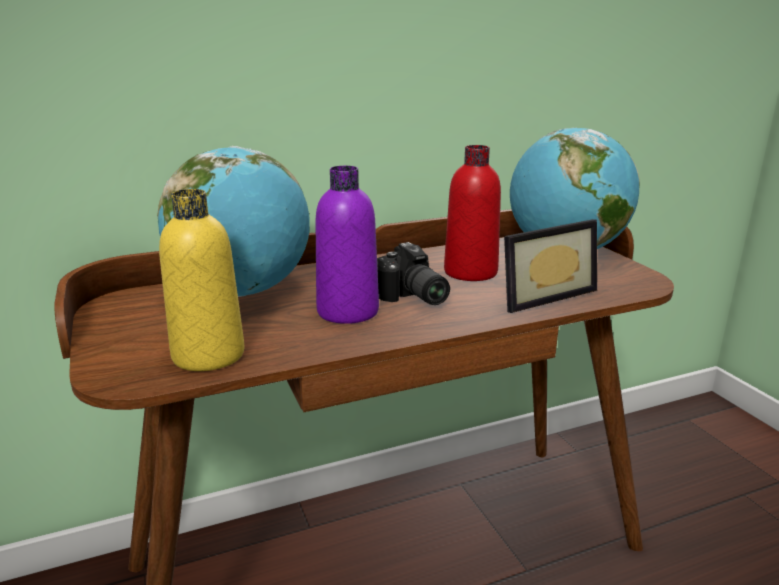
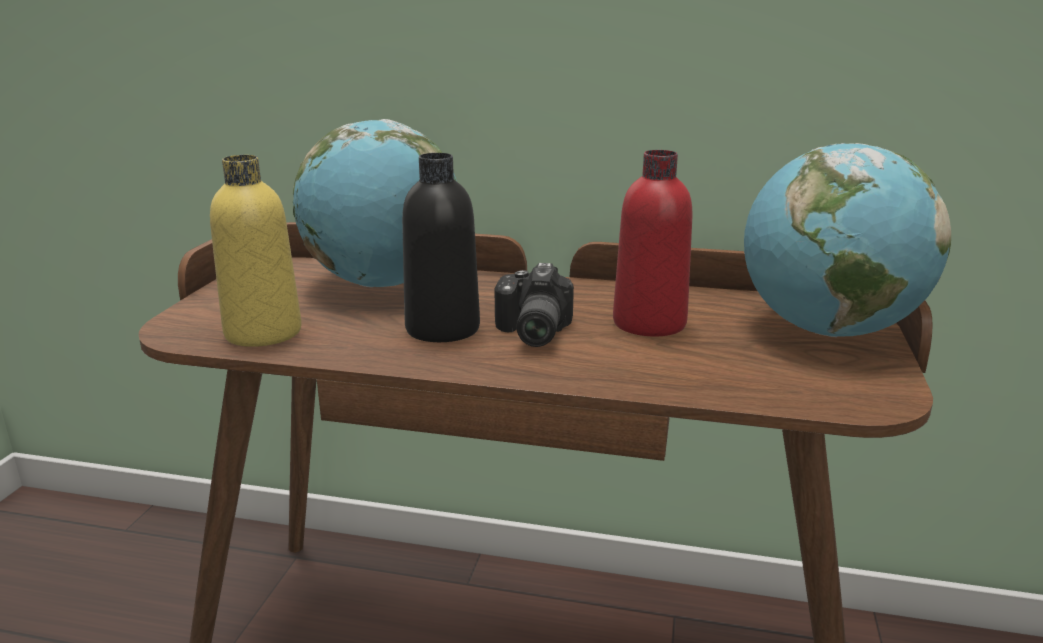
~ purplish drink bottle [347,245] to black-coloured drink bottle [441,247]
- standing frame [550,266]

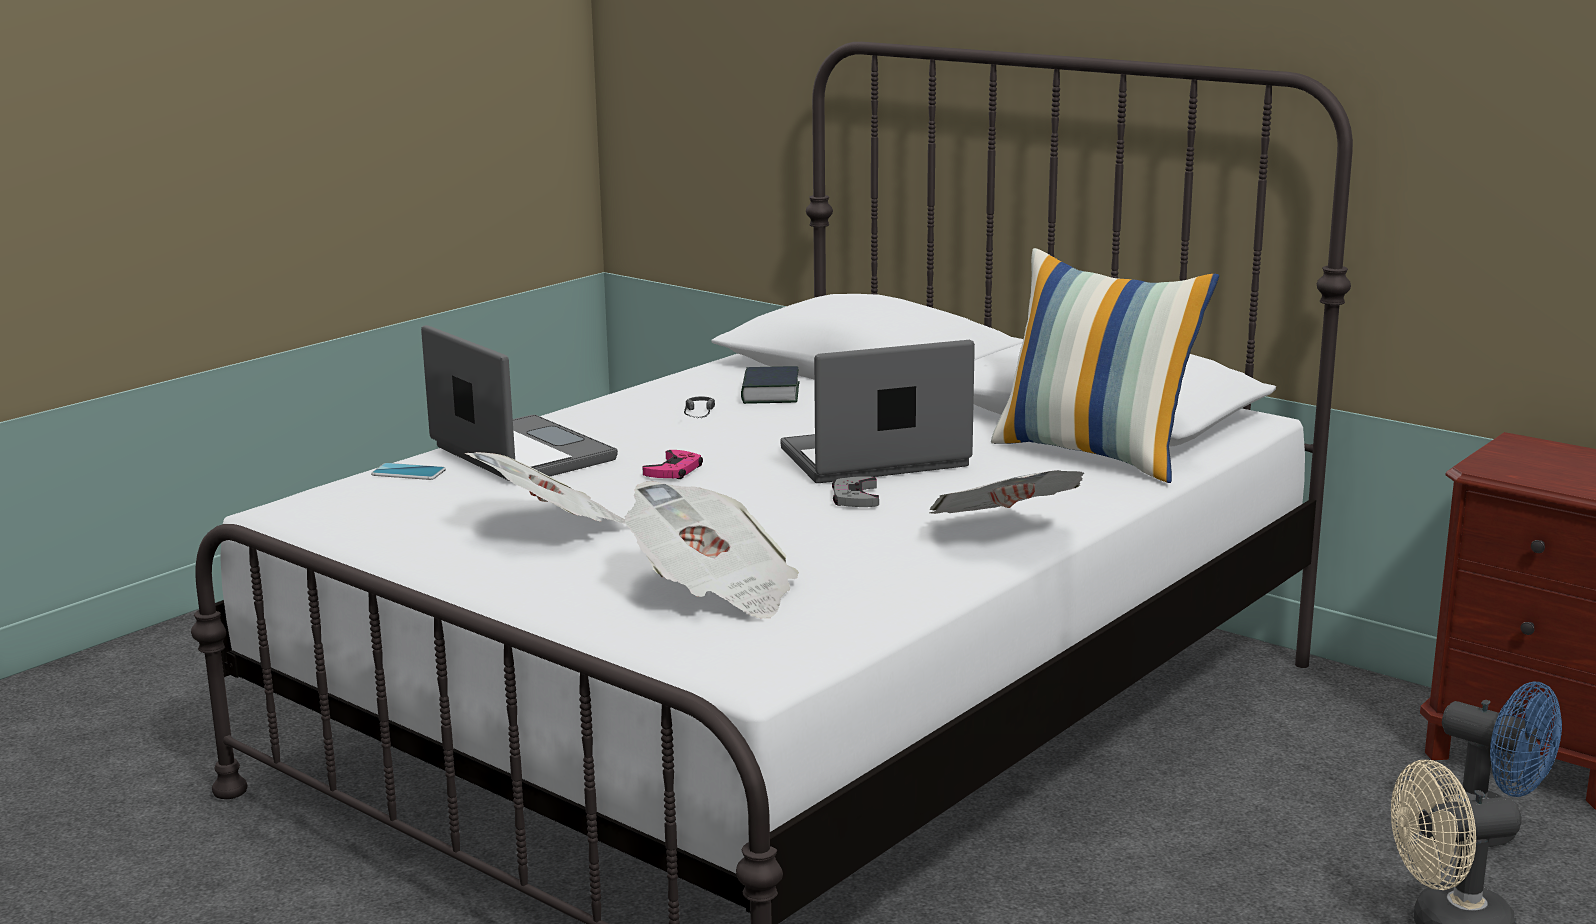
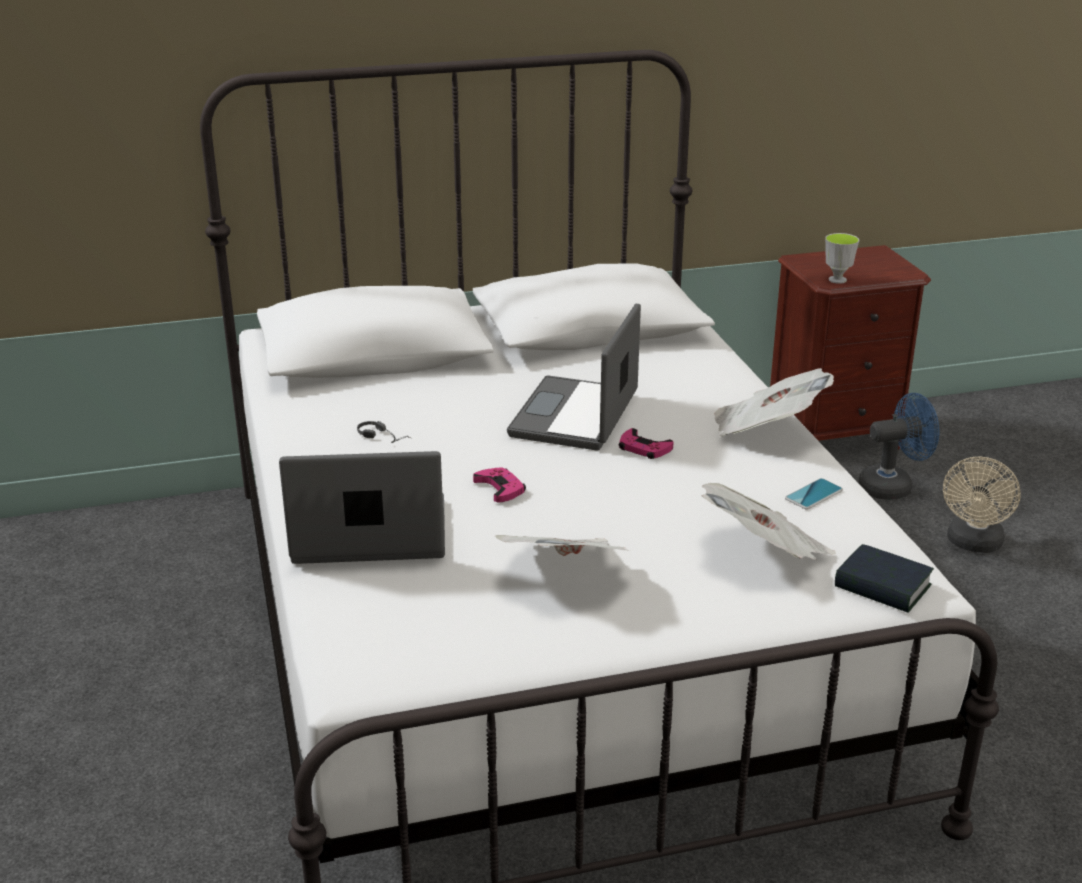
~ handset [408,471] to [814,494]
~ bound book [770,385] to [884,578]
~ greyish joypad [855,491] to pink joypad [646,443]
- cushion [1105,365]
+ small cup [842,258]

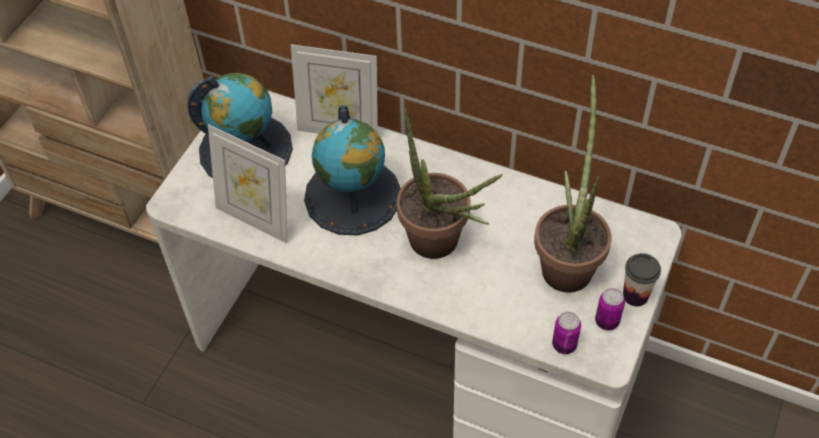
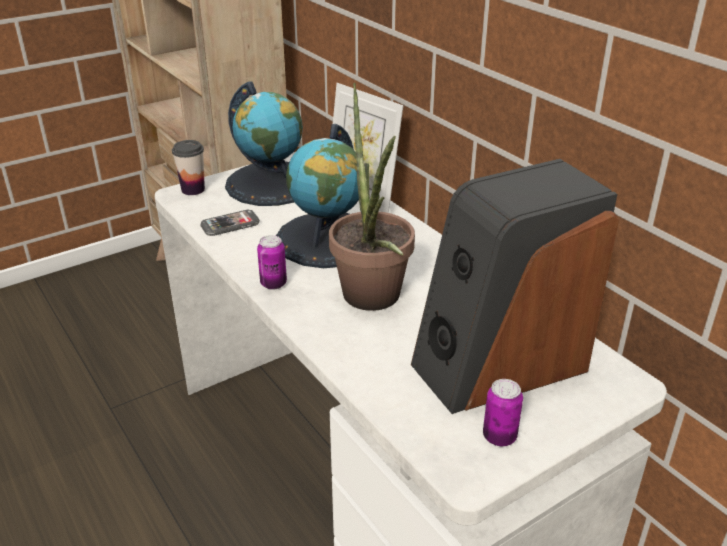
~ standing frame [248,183] to handset [230,223]
~ plant in a pot [573,184] to speaker [515,286]
~ metal can [566,333] to [272,262]
~ small cup [642,279] to [188,167]

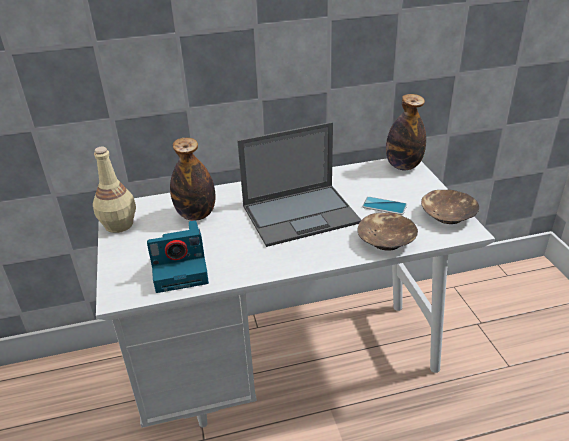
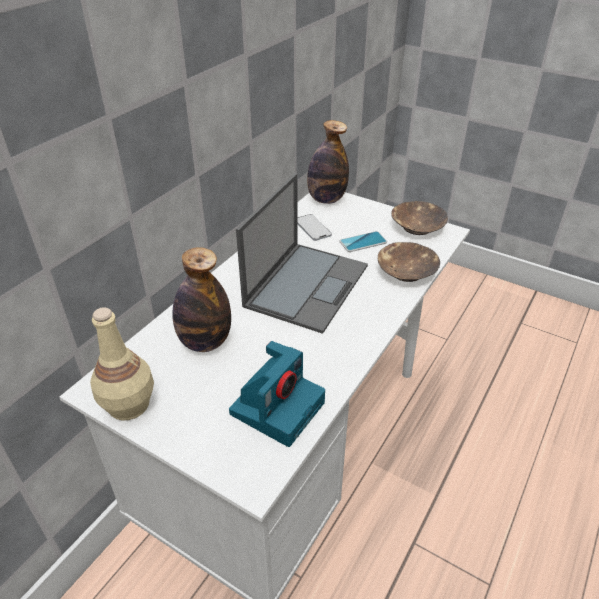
+ handset [314,227]

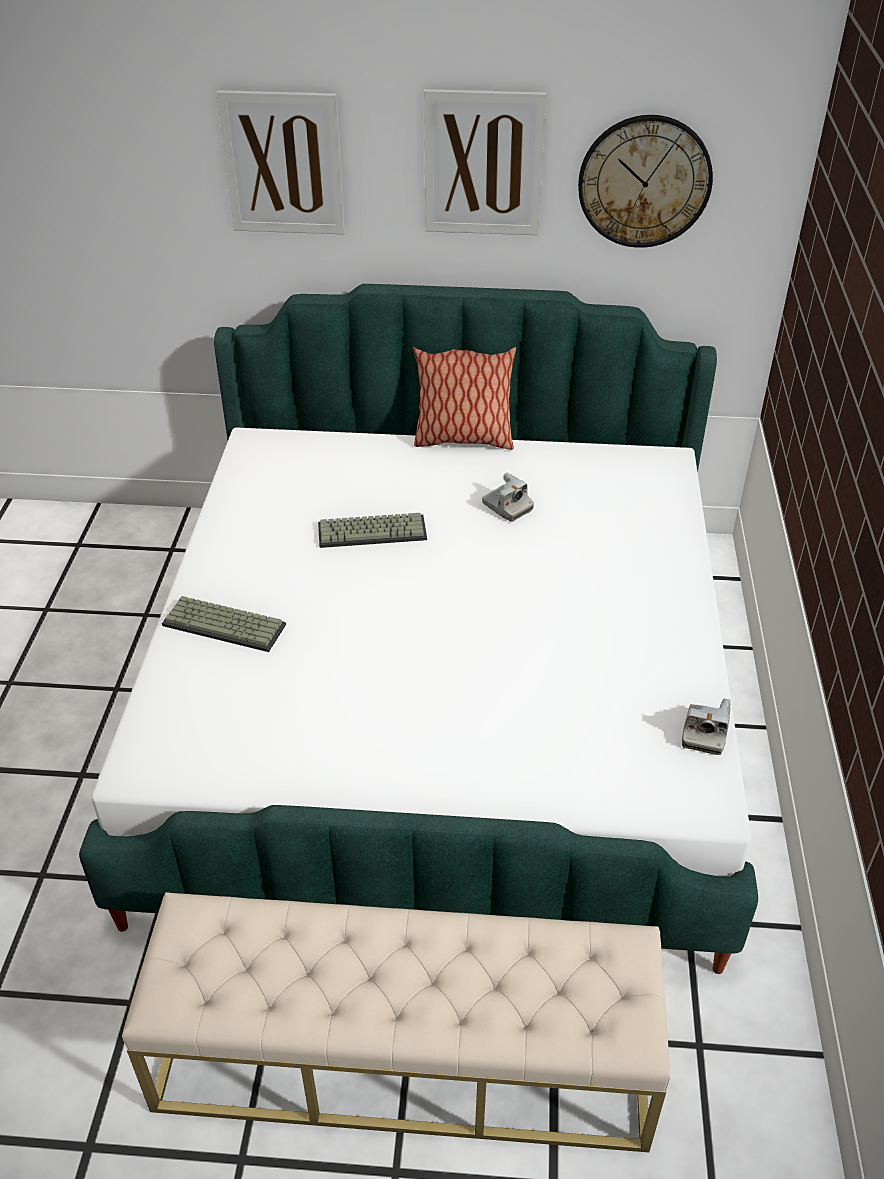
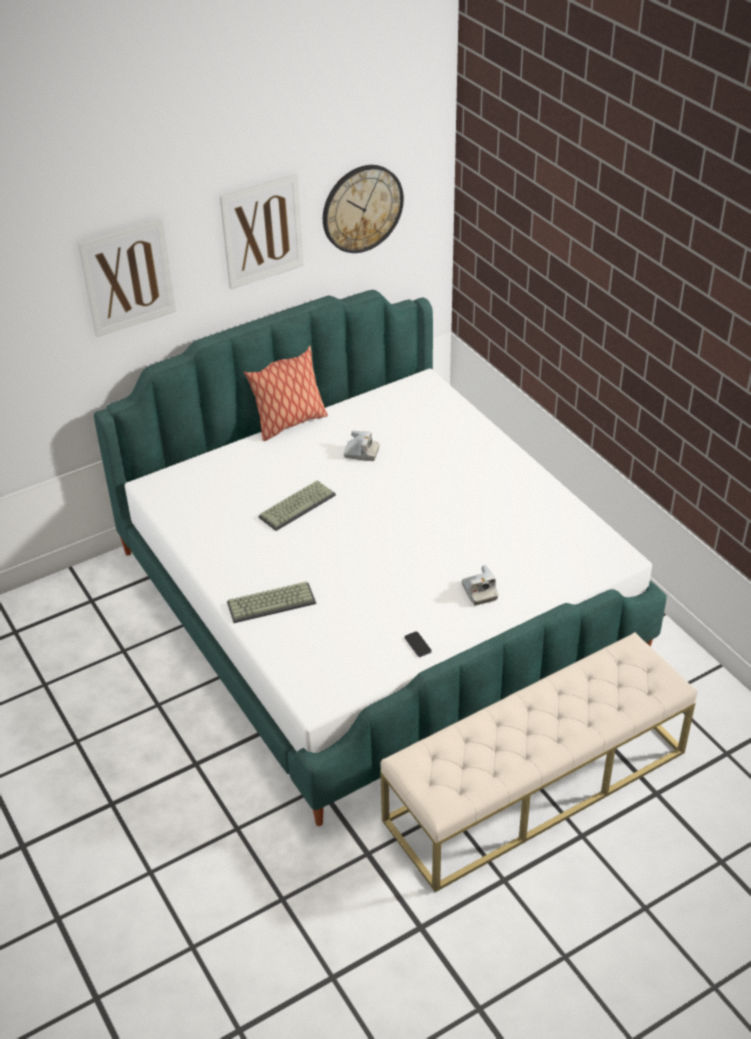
~ photo camera [706,726] to [480,585]
+ handset [418,644]

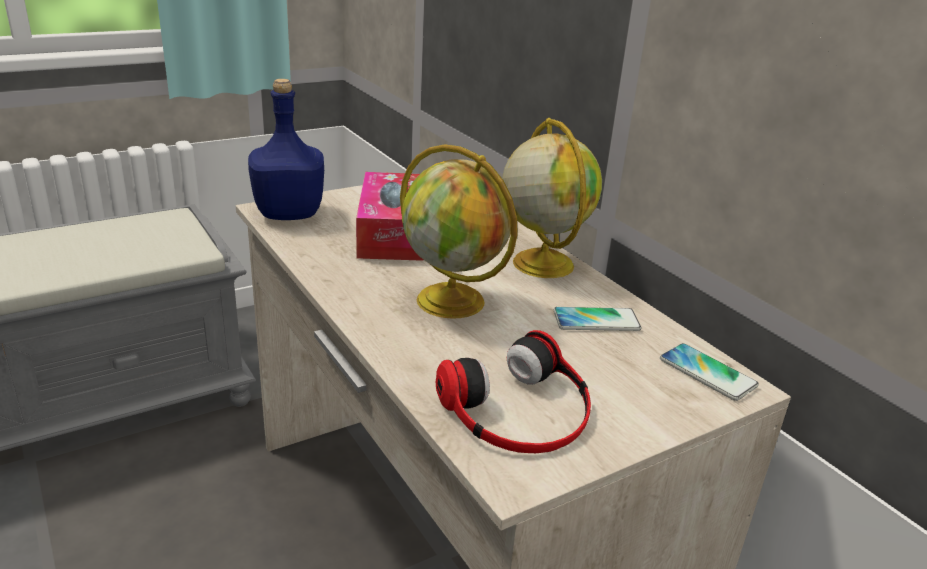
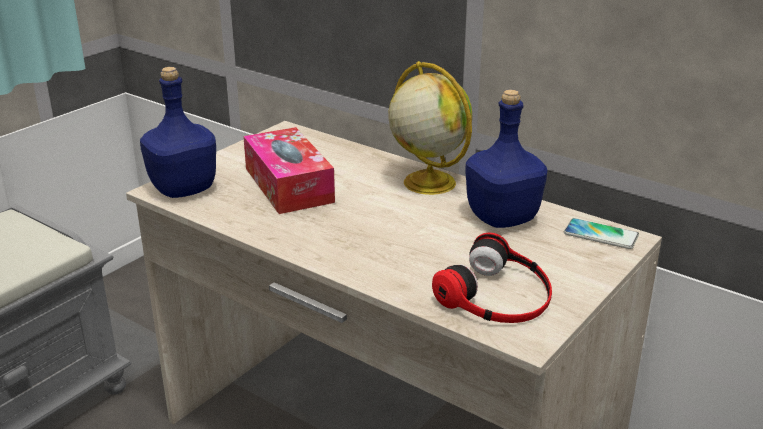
- globe [459,231]
~ handset [597,319] to blue-coloured drink bottle [506,159]

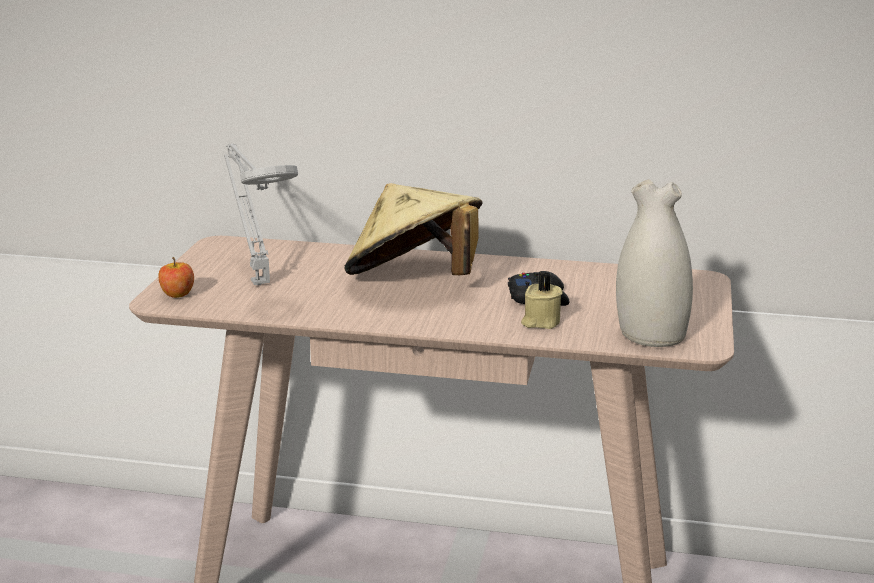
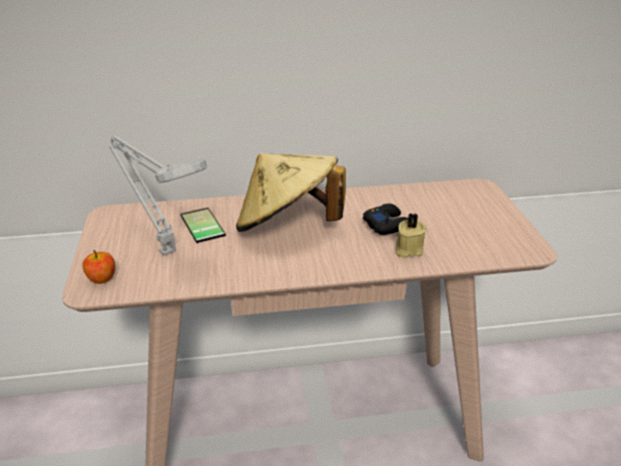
- whitish vase [654,263]
+ handset [203,225]

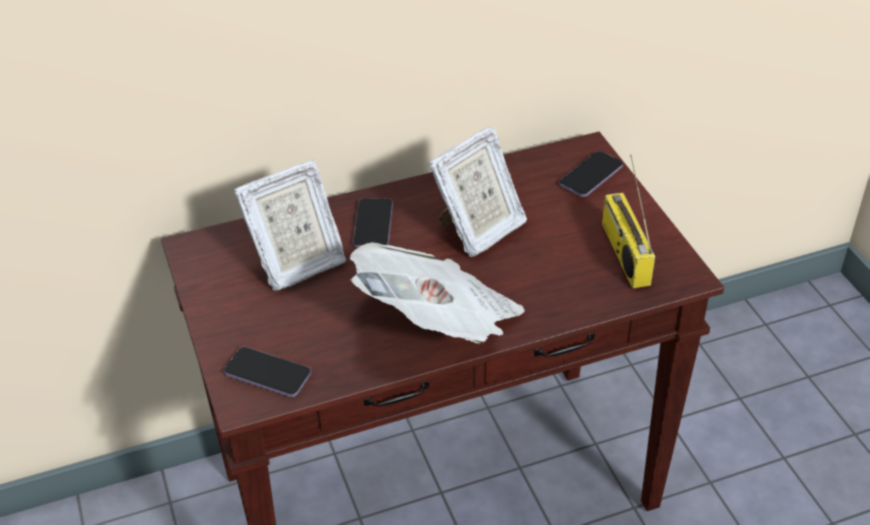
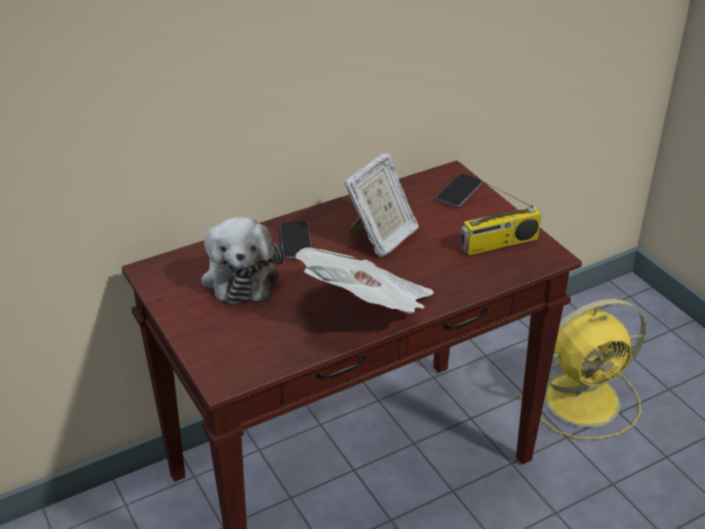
- handset [267,372]
~ standing frame [290,225] to plush toy [242,261]
~ radio [628,222] = [501,217] 90 degrees counterclockwise
+ yellow fan [583,369]

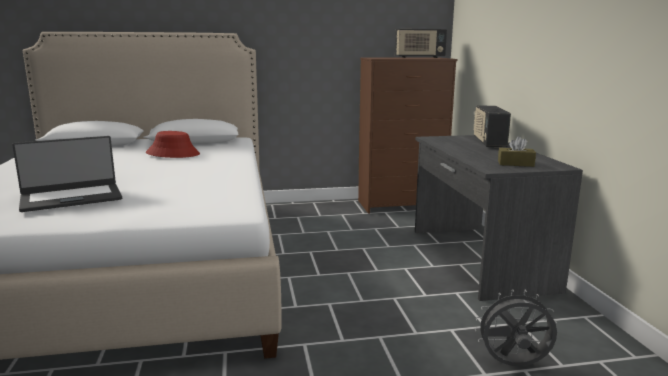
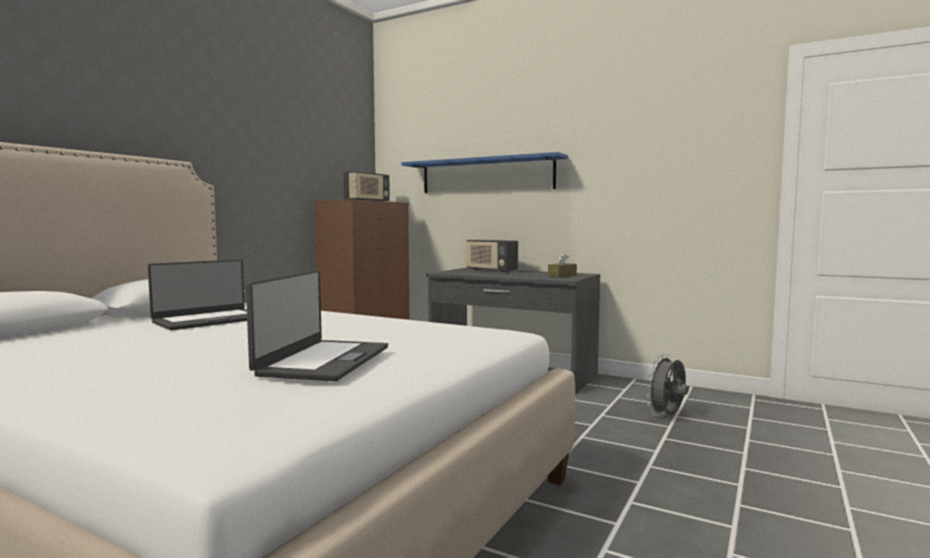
~ red clothing hat [173,144] to laptop [197,294]
+ blue-coloured wall shelf [485,172]

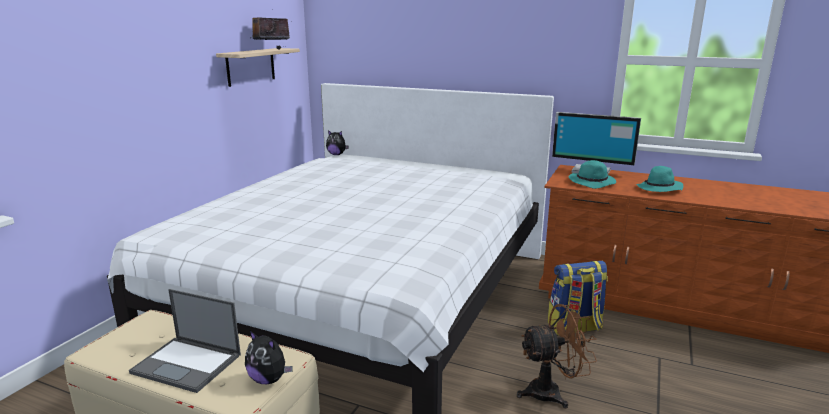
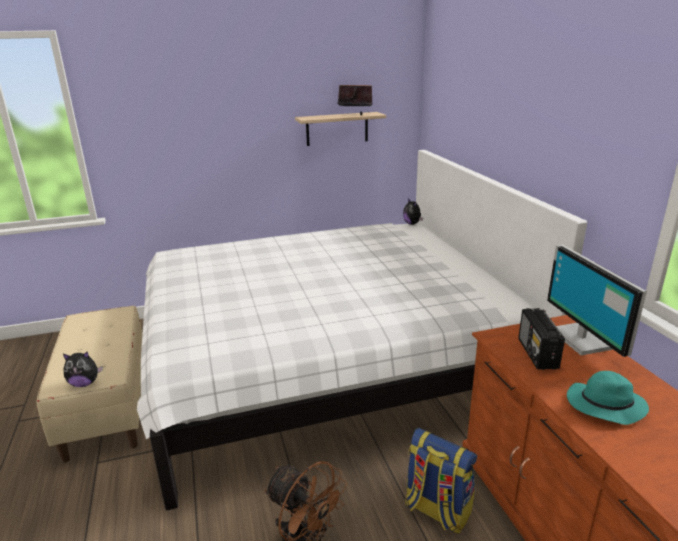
- laptop [185,341]
~ plush toy [269,357] = [83,369] 90 degrees counterclockwise
~ turquoise-coloured clothing hat [592,174] to radio [541,339]

